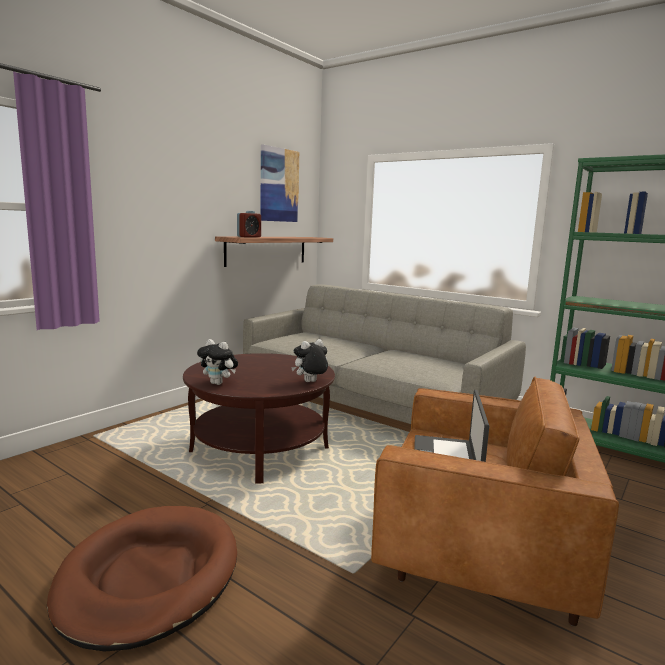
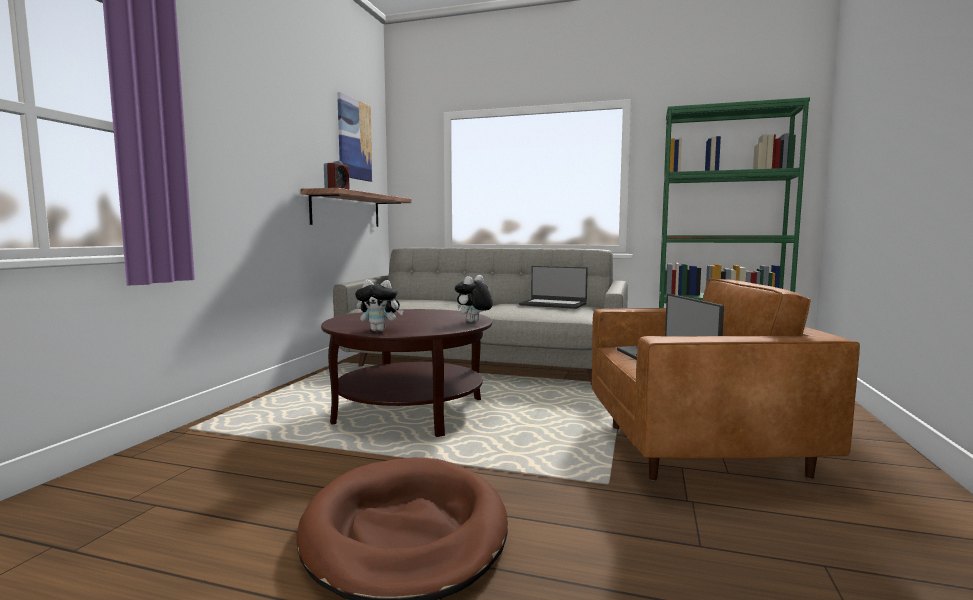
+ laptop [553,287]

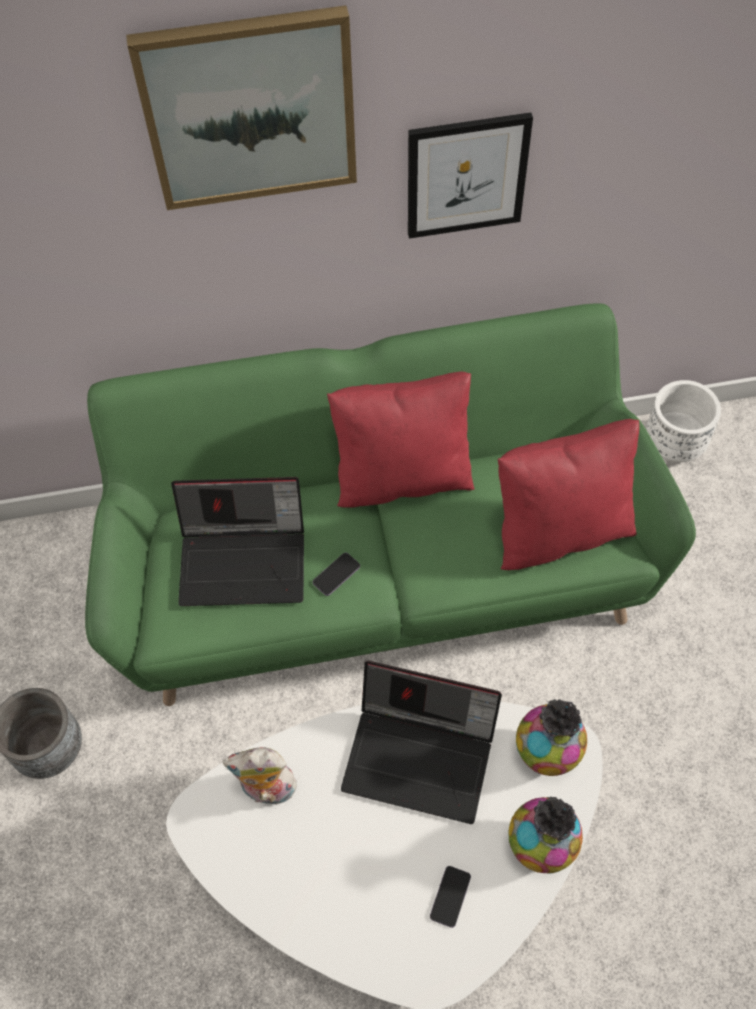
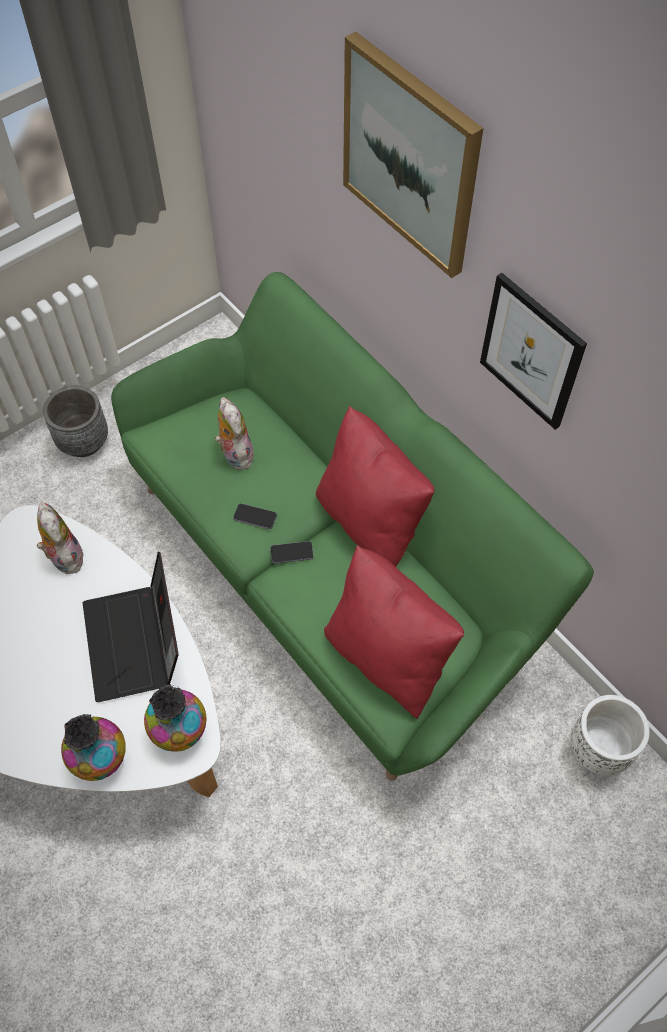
~ laptop [237,541] to plush toy [234,433]
~ handset [450,897] to [291,552]

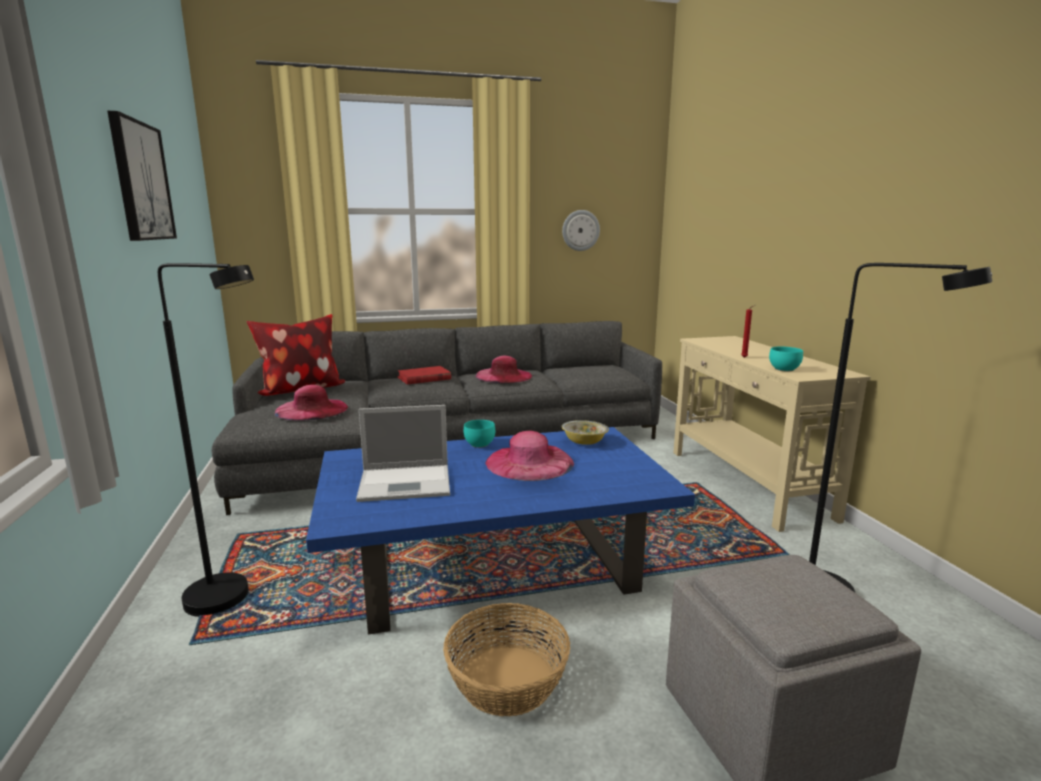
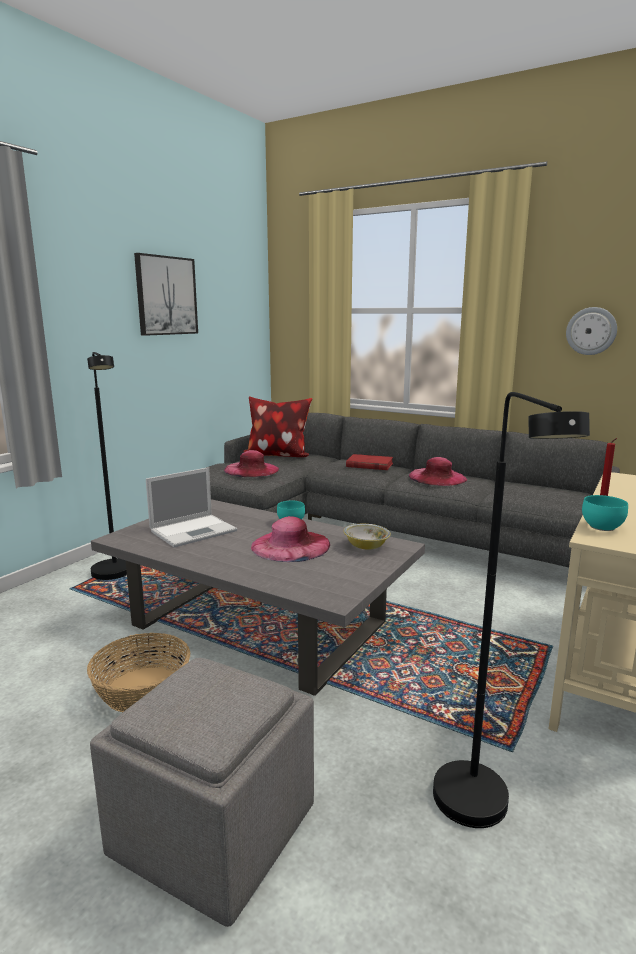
~ blue-coloured low table [500,531] to greyish low table [258,597]
~ laptop [403,453] = [191,507] 75 degrees counterclockwise

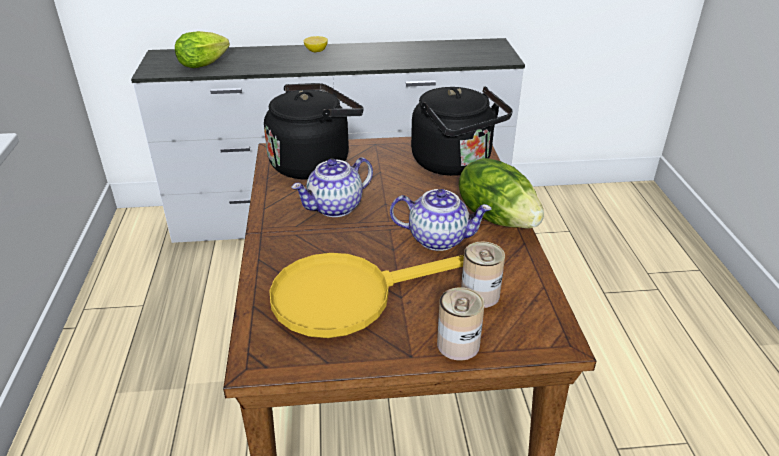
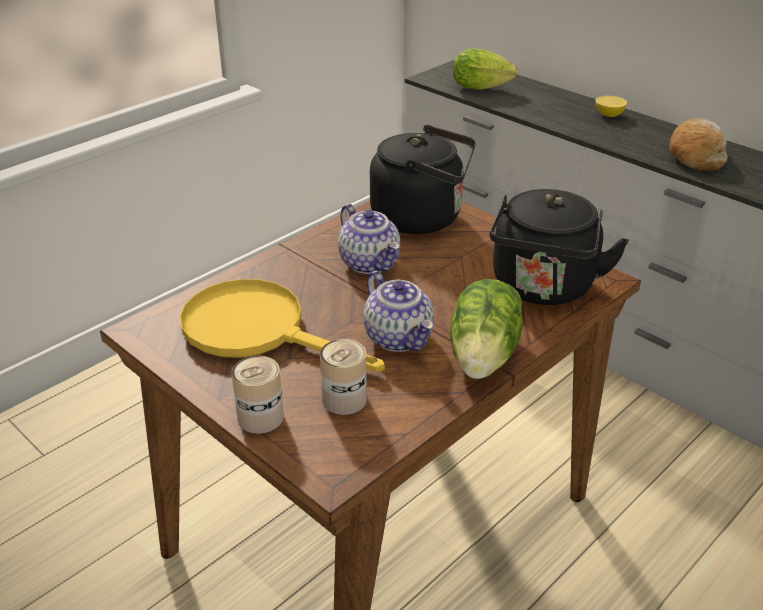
~ pot for tea [332,187] = [369,239] 135 degrees counterclockwise
+ baked bread [698,144]

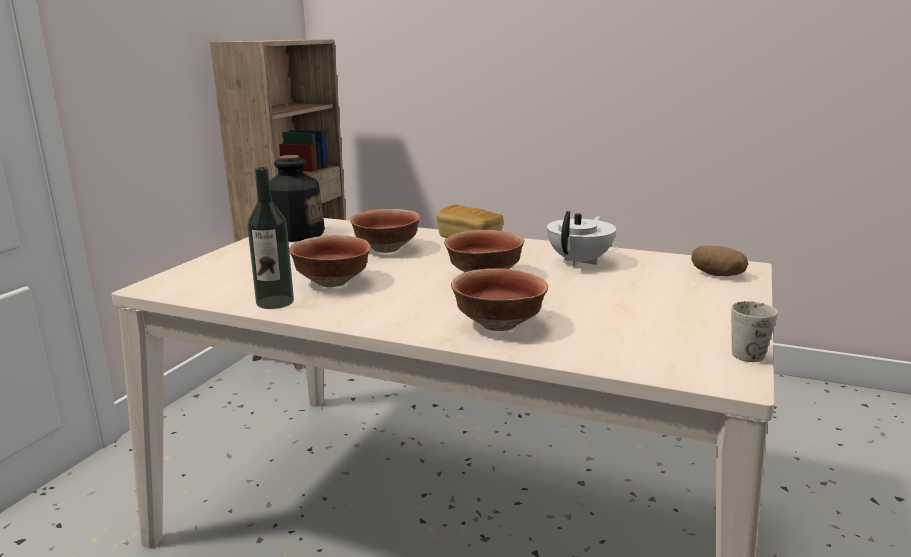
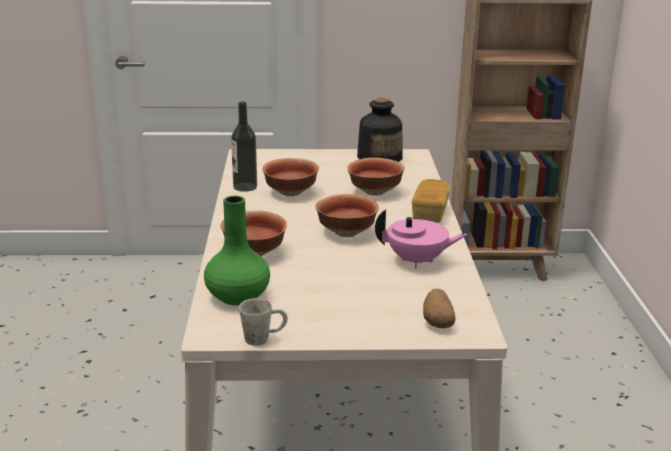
~ whitish pot for tea [581,238] to pink pot for tea [421,238]
+ green vase [237,251]

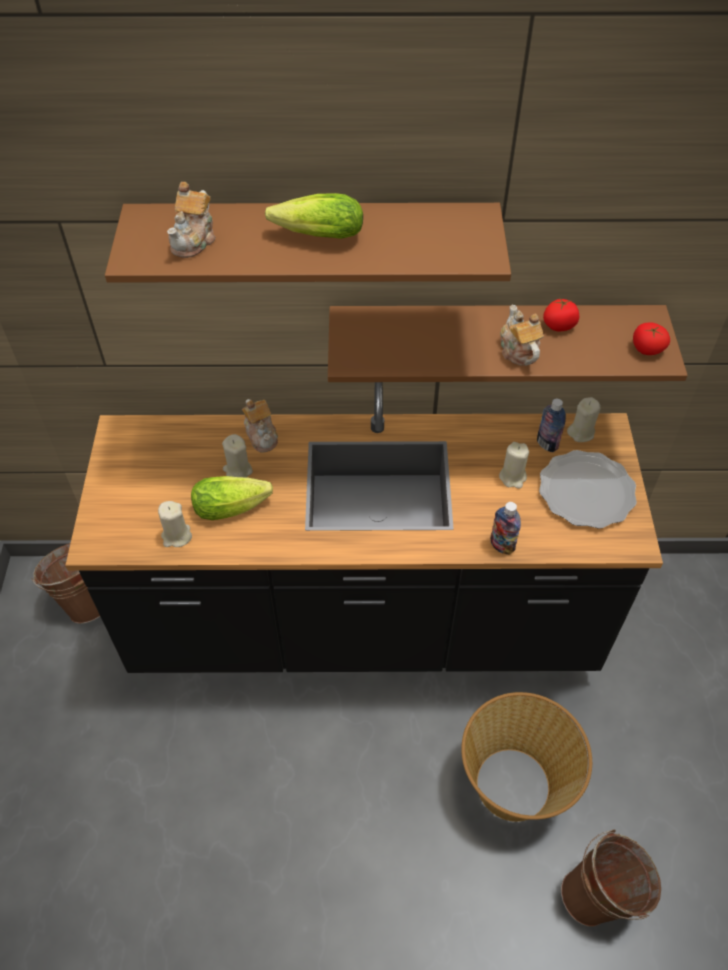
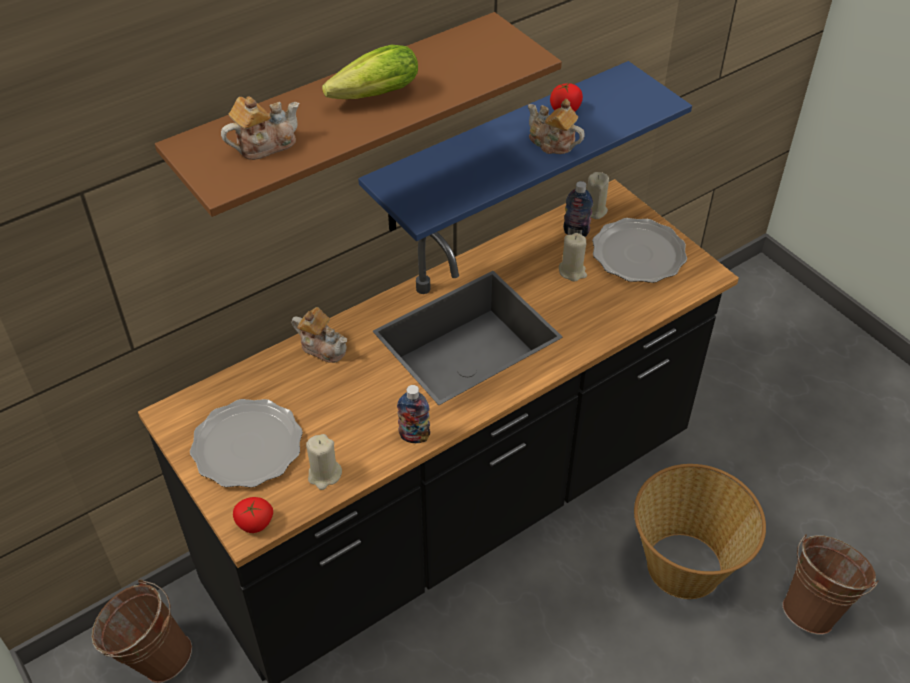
~ pot for tea [191,220] = [260,128] 105 degrees counterclockwise
- head of lettuce [232,498]
- beige wax candle [237,455]
~ brownish wall shelf [508,343] to blue-coloured wall shelf [525,151]
~ drink bottle [506,528] to [413,414]
~ fresh tomato [651,338] to [253,515]
+ plate [246,443]

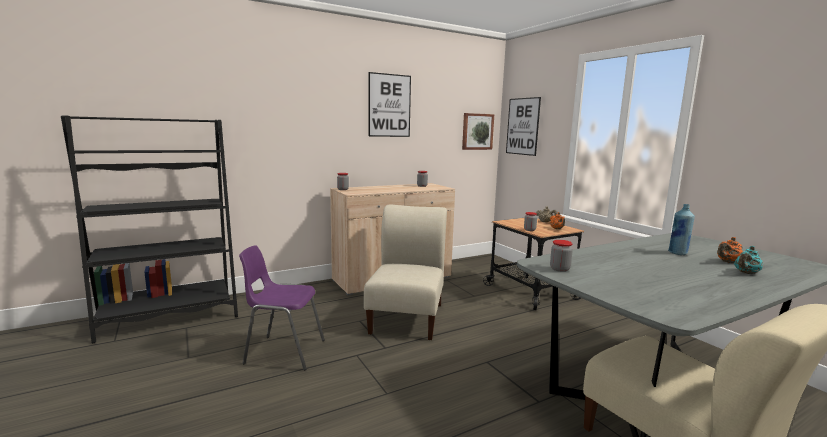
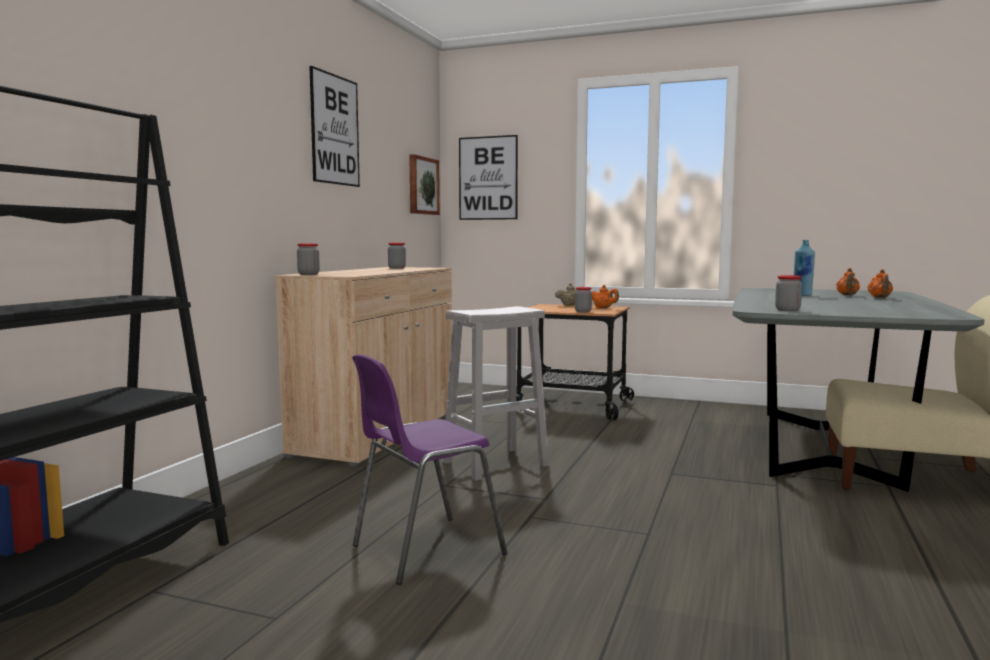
~ beige upright chair [405,272] to whitish sitting stool [495,393]
~ turquoise-coloured pot for tea [748,260] to orangey pot for tea [880,283]

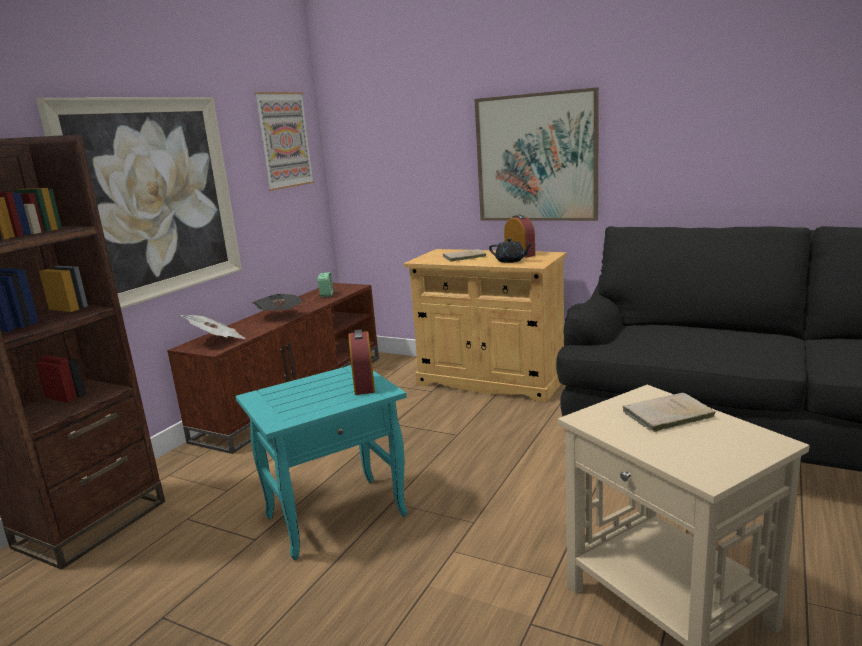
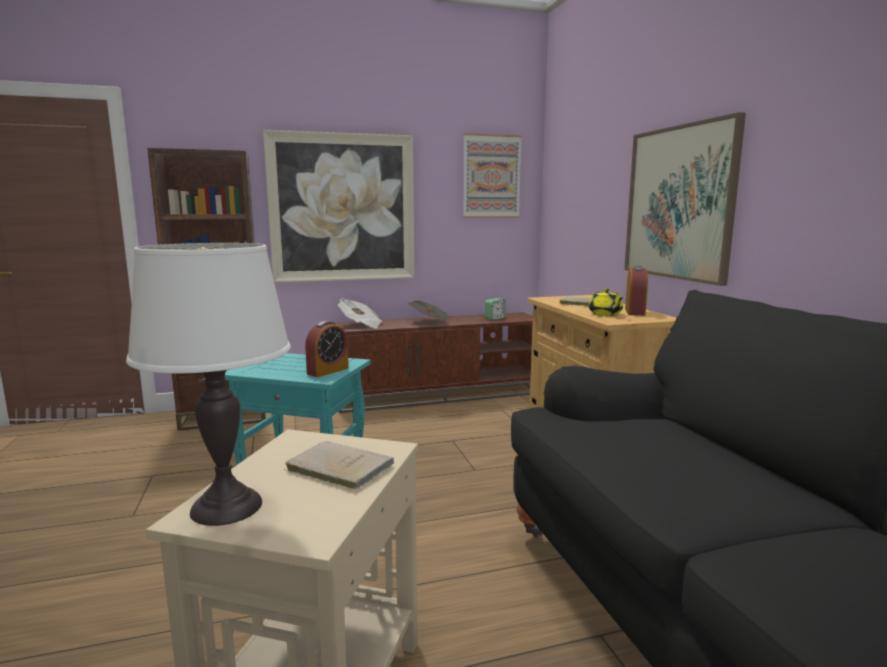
~ black-coloured pot for tea [510,250] to yellow pot for tea [606,302]
+ whitish lamp for a table [208,384]

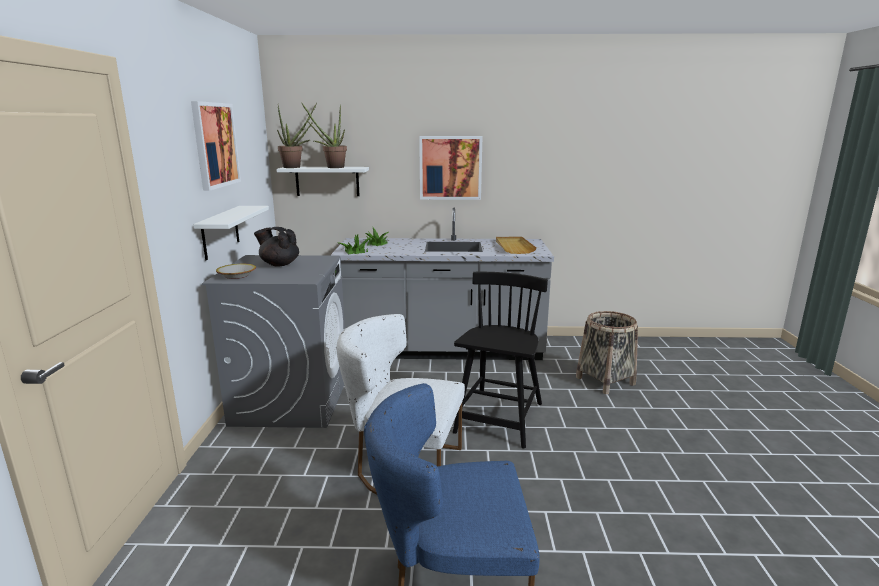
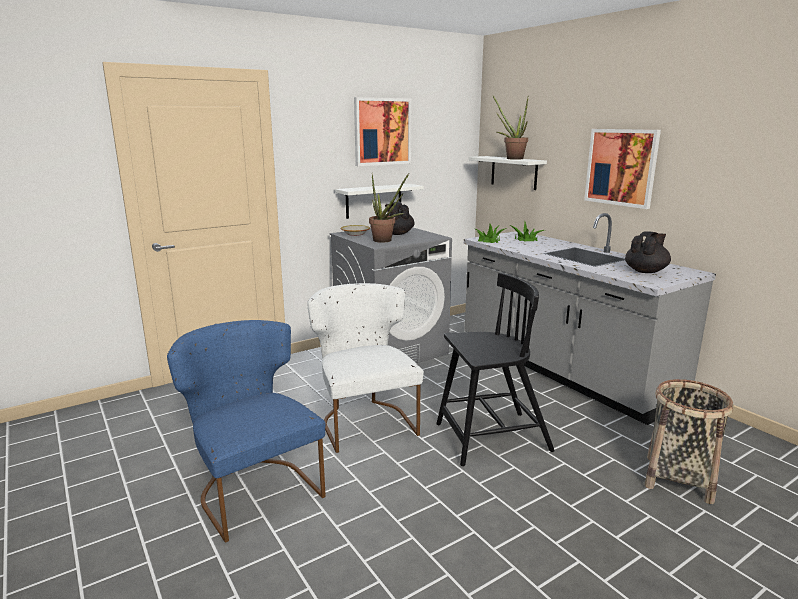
~ plant in a pot [297,135] to [389,208]
~ beige carrying tray [516,245] to black-coloured pot for tea [648,252]

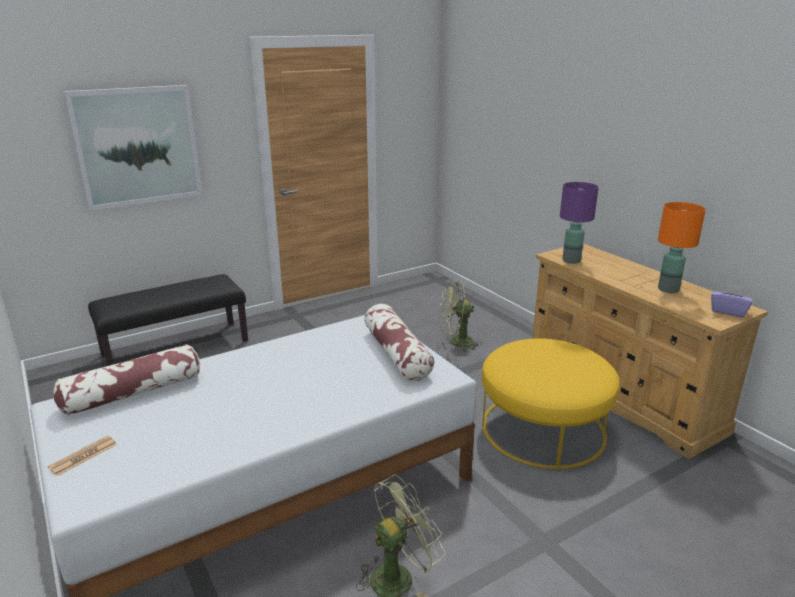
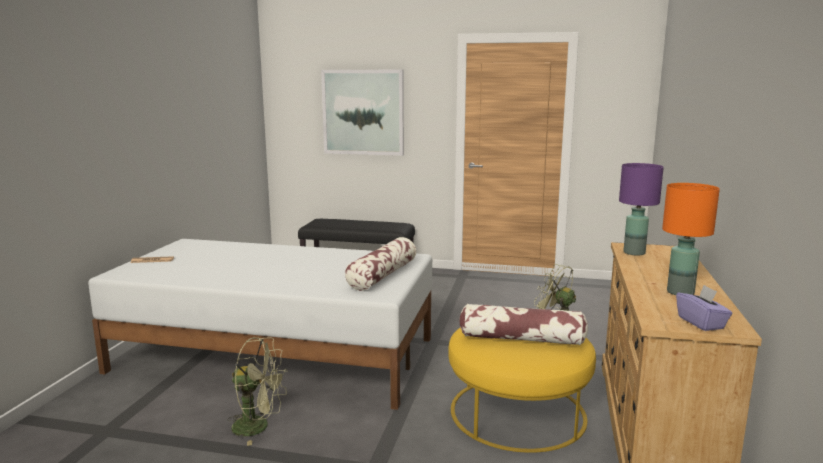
~ cushion [126,380] to [523,324]

